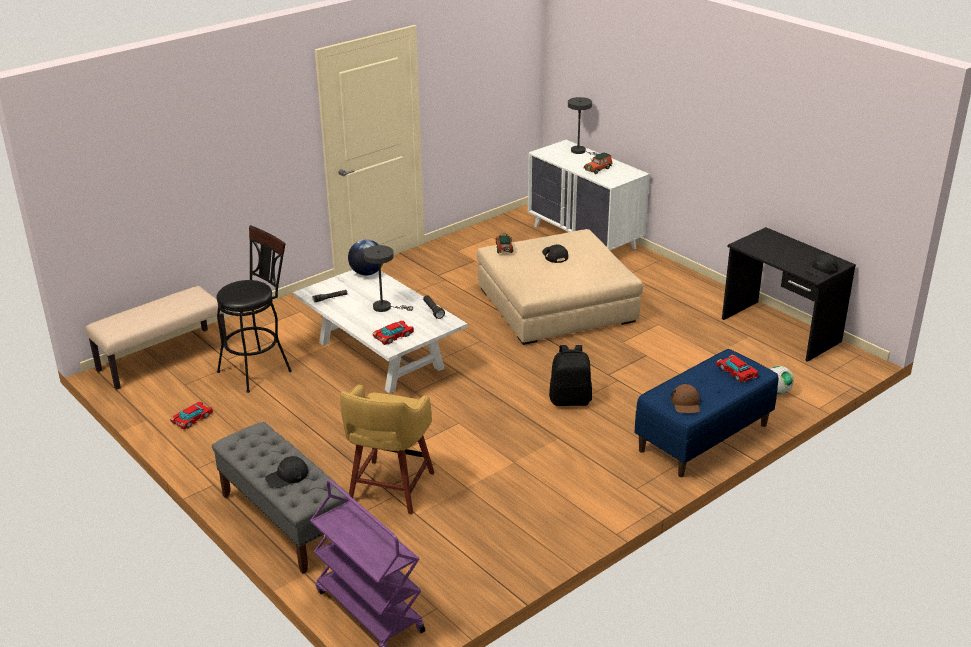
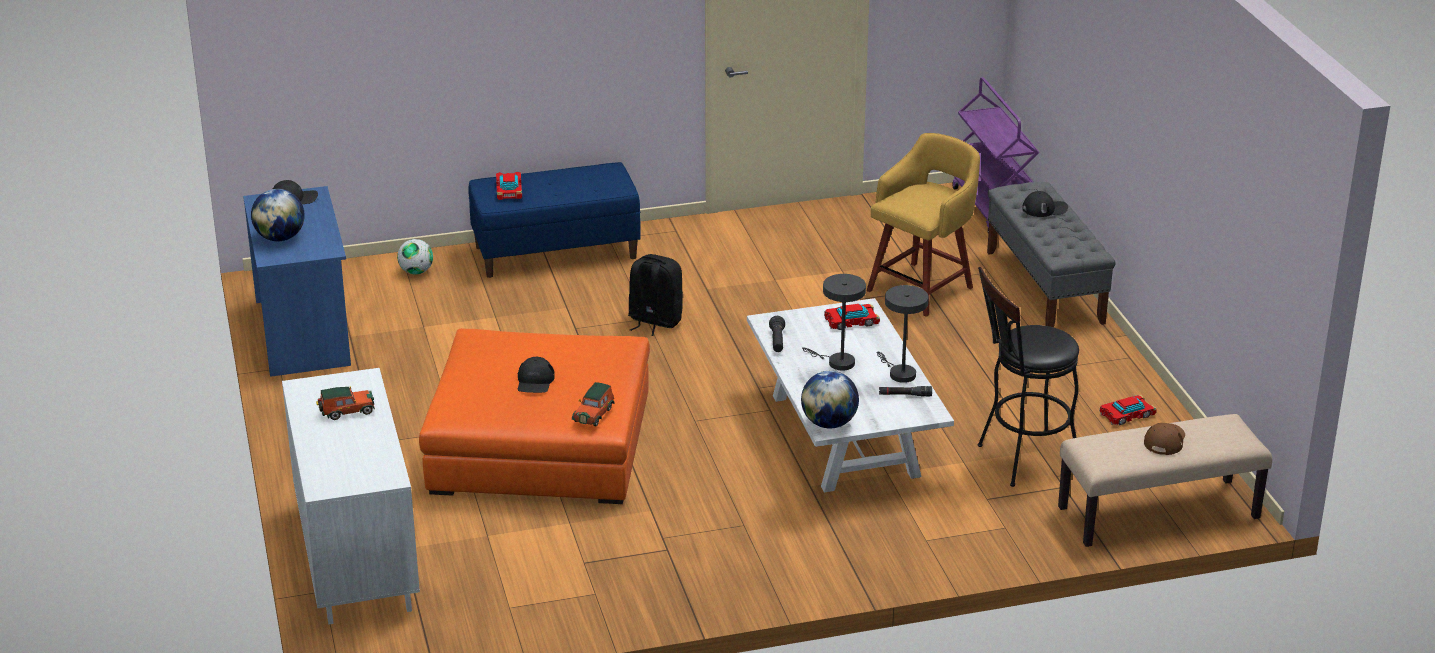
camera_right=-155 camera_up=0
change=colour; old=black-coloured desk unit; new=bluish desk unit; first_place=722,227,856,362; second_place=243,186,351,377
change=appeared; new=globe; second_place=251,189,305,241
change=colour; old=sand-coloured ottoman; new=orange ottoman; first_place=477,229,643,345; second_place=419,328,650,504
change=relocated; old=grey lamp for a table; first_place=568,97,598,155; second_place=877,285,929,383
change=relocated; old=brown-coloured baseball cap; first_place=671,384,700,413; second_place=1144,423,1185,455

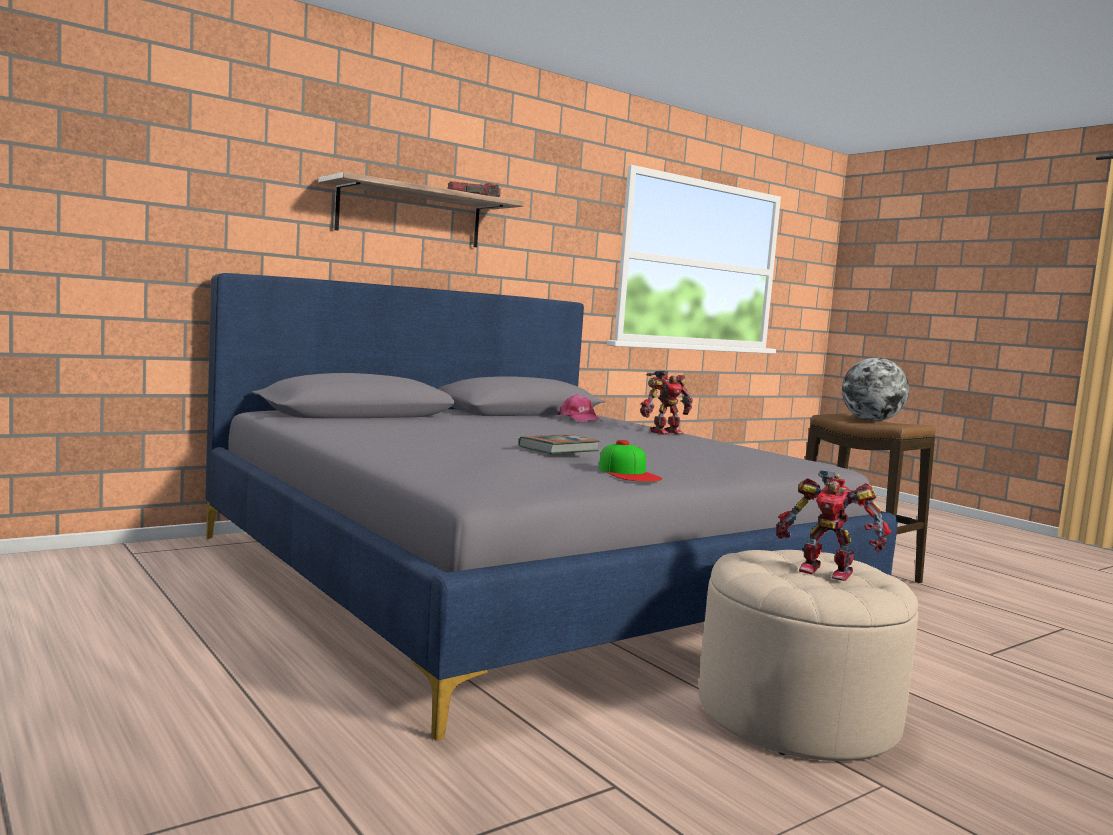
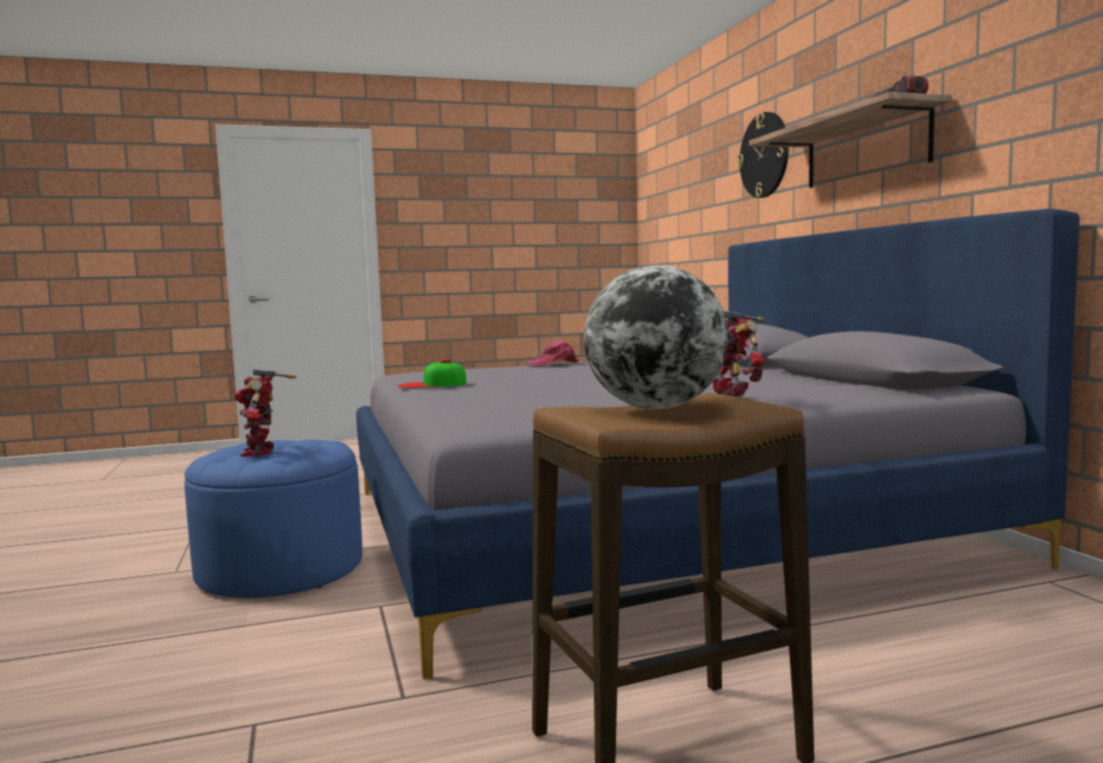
camera_right=110 camera_up=0
change=colour; old=sand-coloured ottoman; new=bluish ottoman; first_place=699,550,918,761; second_place=184,440,362,598
change=spun; old=model robot; first_place=777,470,891,581; second_place=235,369,296,456; degrees=-60
change=relocated; old=pink baseball cap; first_place=557,394,601,422; second_place=527,340,579,366
change=appeared; new=hanging clock; second_place=737,112,789,198
change=missing; old=bound book; first_place=518,434,600,454

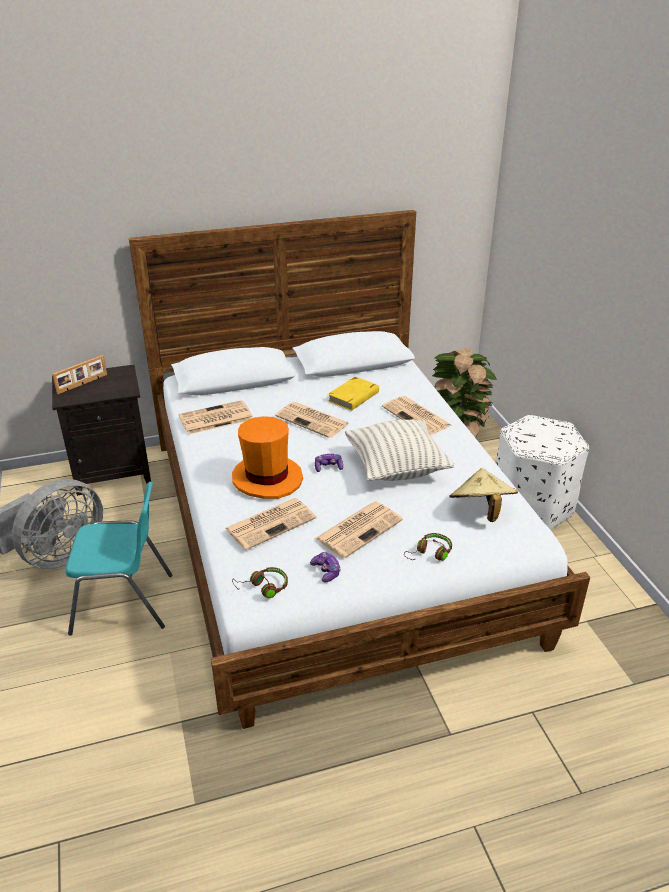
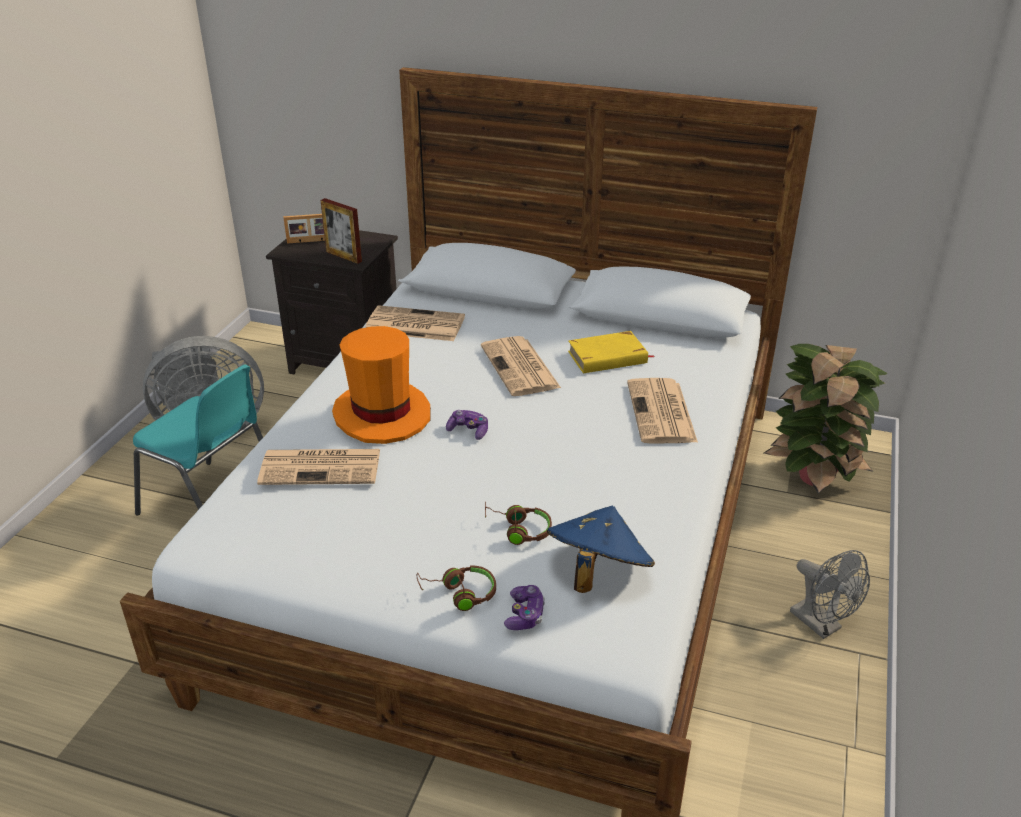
camera_right=35 camera_up=0
change=appeared; new=picture frame; second_place=320,198,362,264
change=relocated; old=brown-coloured headset; first_place=232,567,288,598; second_place=485,501,552,545
change=relocated; old=gamepad; first_place=310,552,341,582; second_place=504,585,545,630
change=colour; old=sand-coloured wearable hat; new=bluish wearable hat; first_place=449,468,518,522; second_place=547,506,655,593
change=exchanged; old=white-coloured ottoman; new=grey fan; first_place=495,415,589,530; second_place=790,550,870,639
change=missing; old=printed paper; first_place=315,502,403,558
change=missing; old=throw pillow; first_place=345,419,454,481

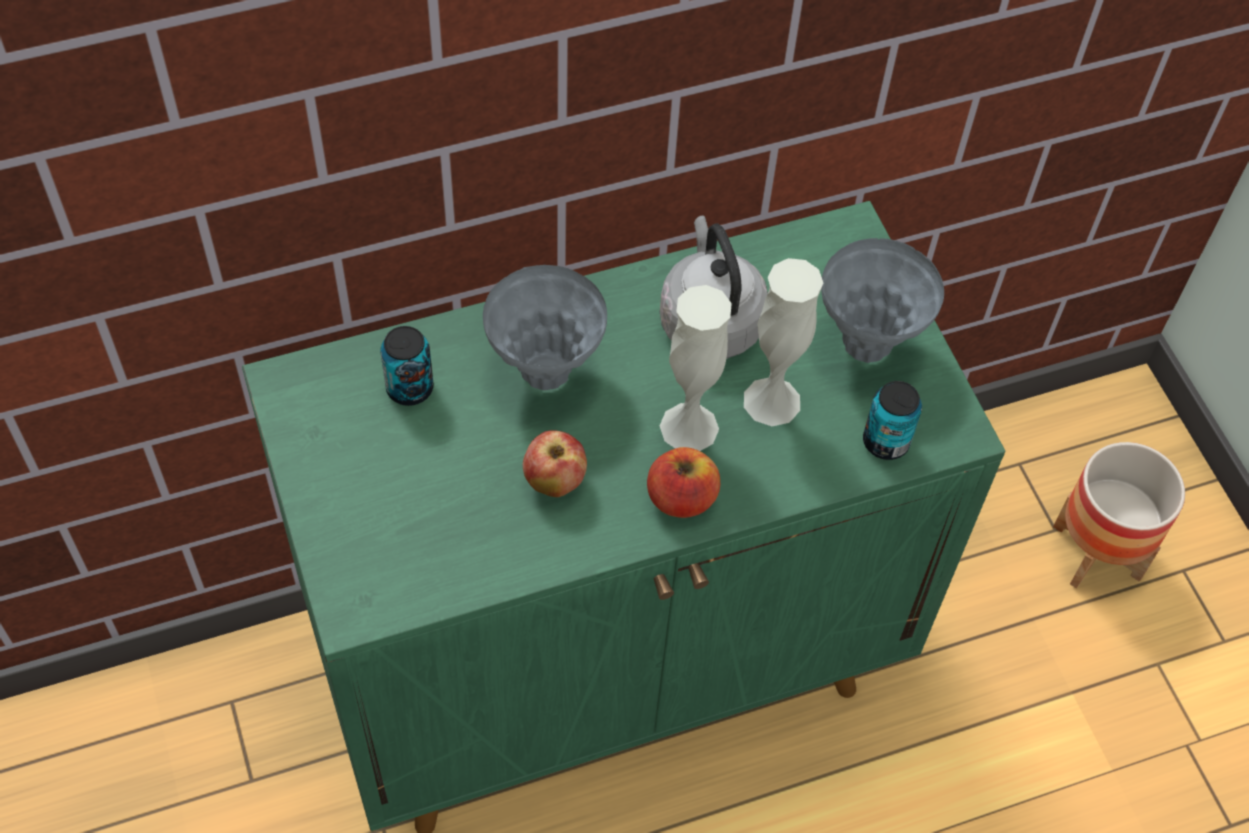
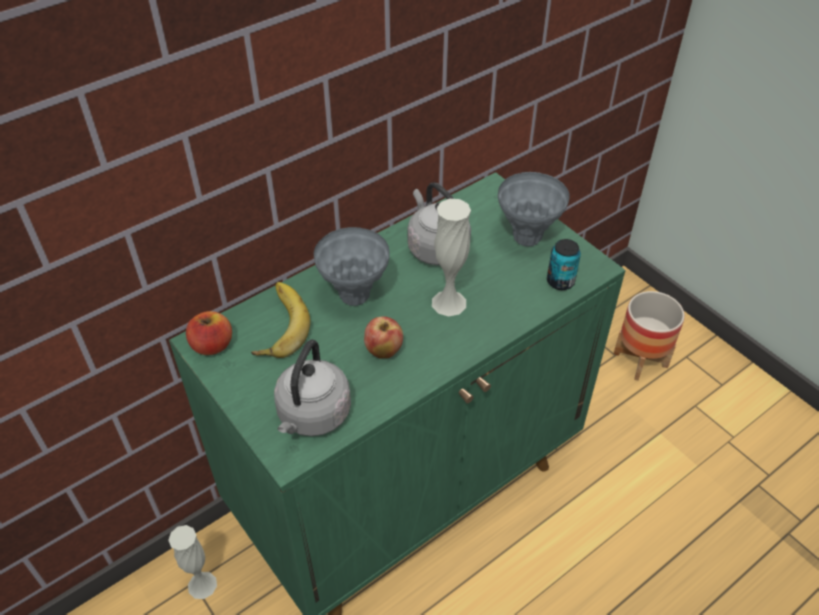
camera_right=-15 camera_up=-10
change=relocated; old=white-coloured flower vase; first_place=744,258,823,426; second_place=168,525,217,599
change=relocated; old=apple; first_place=647,447,720,518; second_place=186,311,232,355
change=exchanged; old=metal can; new=banana fruit; first_place=380,326,433,406; second_place=251,282,311,358
change=appeared; new=grey kettle; second_place=274,340,351,436

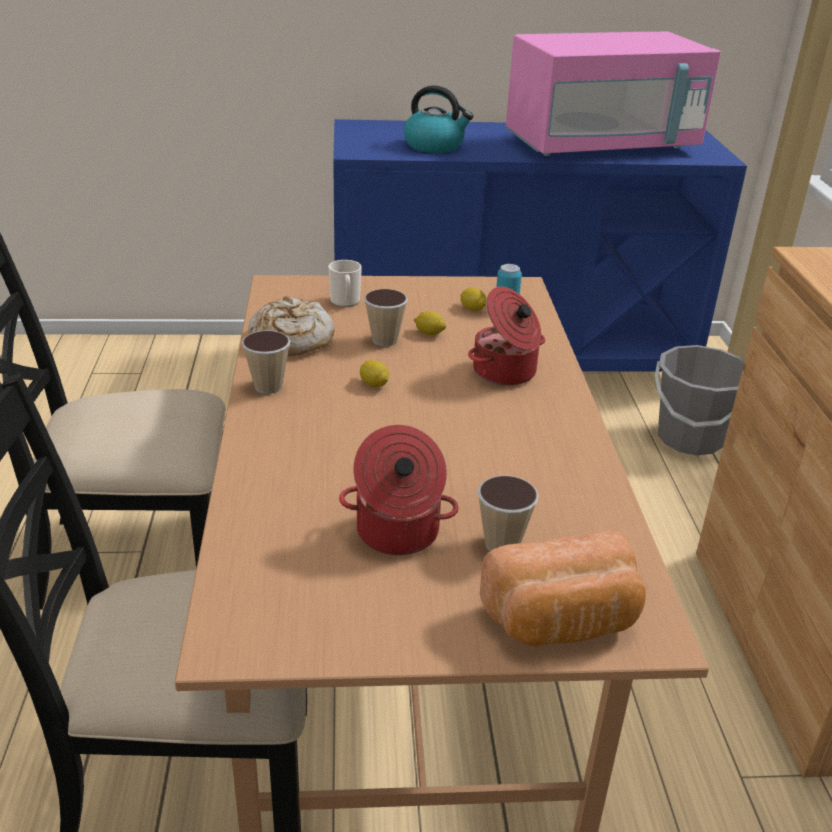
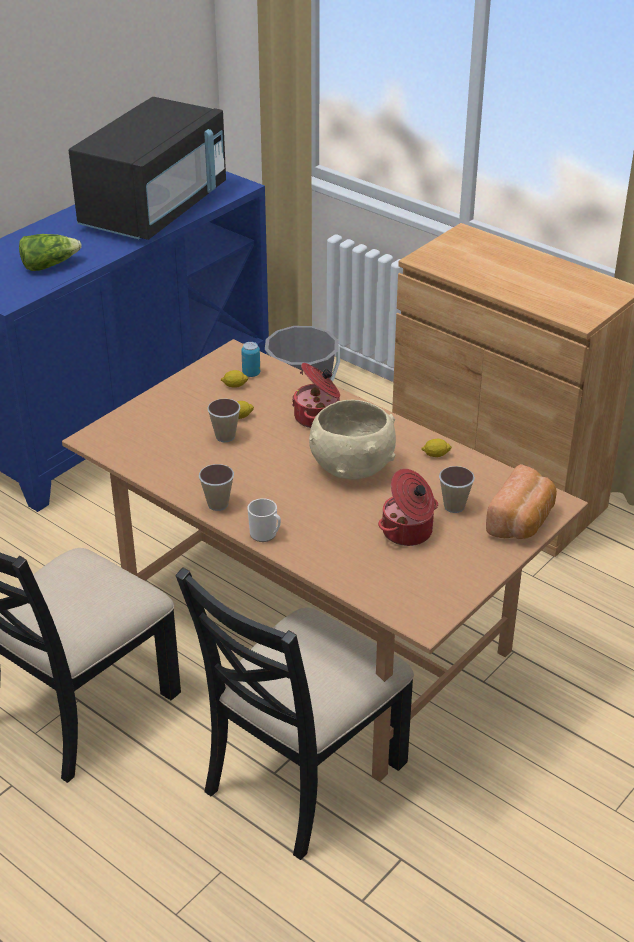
camera_right=-45 camera_up=5
change=exchanged; old=kettle; new=lettuce head; first_place=404,85,473,153; second_place=19,234,82,271
change=colour; old=pink kitchen microwave; new=black-coloured kitchen microwave; first_place=506,32,721,156; second_place=69,97,226,240
change=relocated; old=mug; first_place=329,260,362,307; second_place=247,498,281,542
change=appeared; new=sand-coloured bowl; second_place=309,400,396,479
change=relocated; old=lemon; first_place=360,360,389,387; second_place=421,438,452,457
change=missing; old=bread; first_place=248,296,335,356

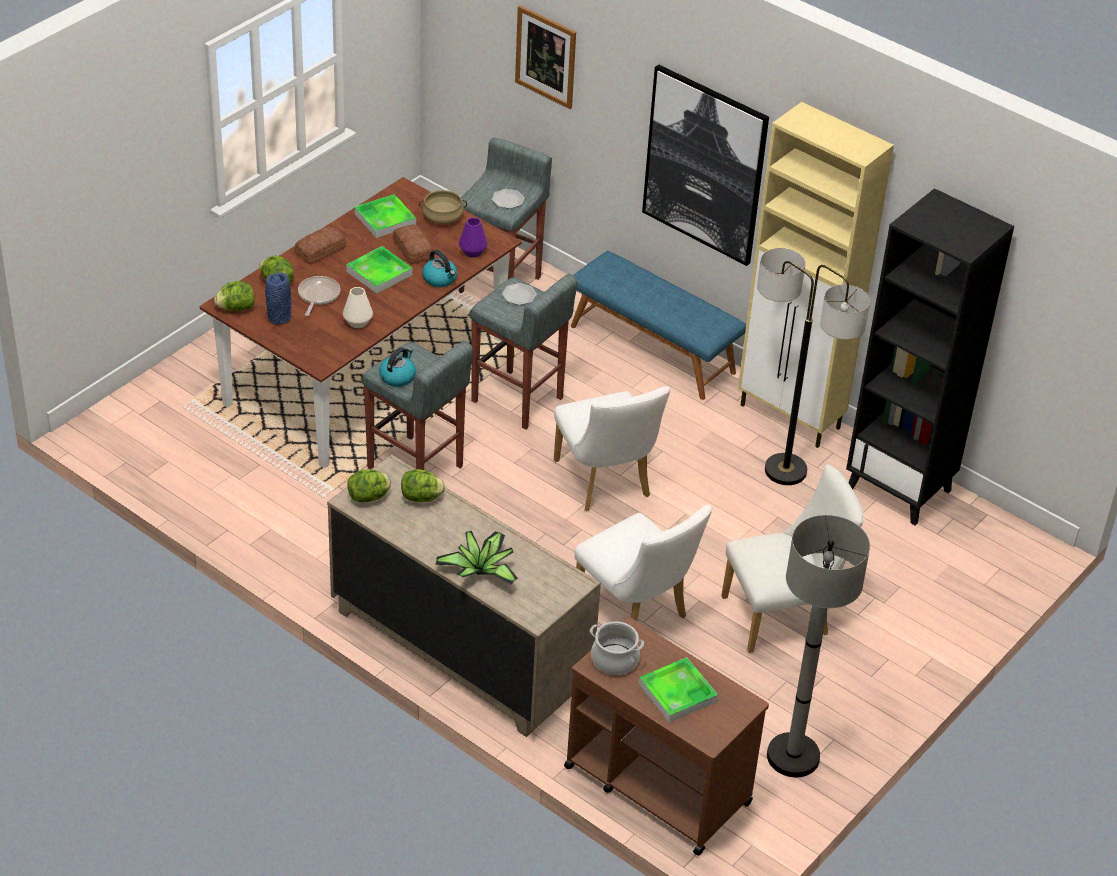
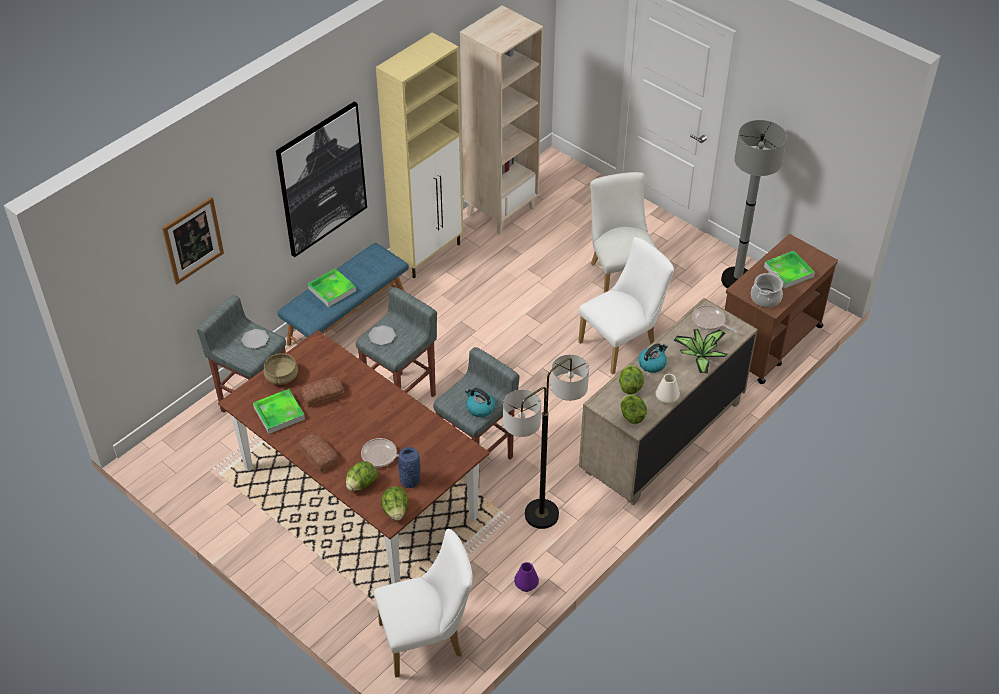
camera_right=-85 camera_up=5
change=relocated; old=carrying tray; first_place=346,246,413,294; second_place=308,268,356,307
change=relocated; old=white-coloured upright chair; first_place=554,386,670,511; second_place=374,529,473,678
change=colour; old=black-coloured bookcase; new=sand-coloured bookcase; first_place=846,188,1014,525; second_place=460,6,543,235
change=relocated; old=standard lamp; first_place=757,248,870,485; second_place=503,355,589,529
change=relocated; old=purple-coloured flower vase; first_place=459,217,488,258; second_place=514,562,539,592
change=relocated; old=kettle; first_place=422,250,457,287; second_place=638,343,668,373
change=relocated; old=white-coloured flower vase; first_place=343,287,373,328; second_place=655,374,680,405
change=appeared; new=skillet; second_place=692,305,738,333

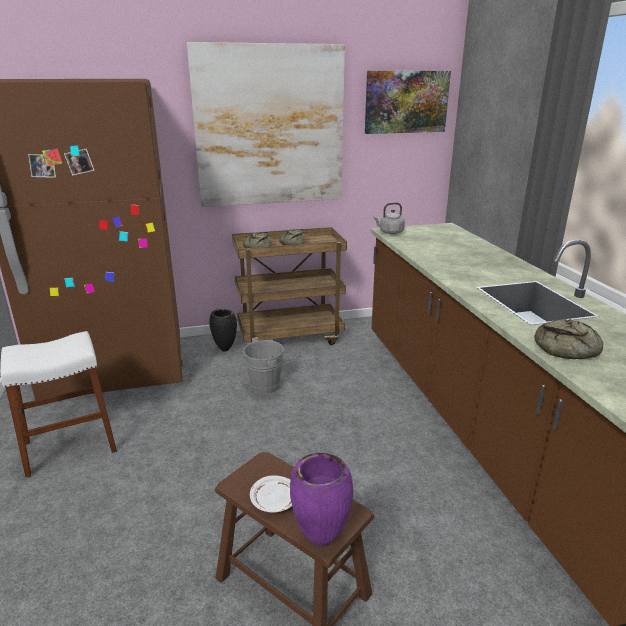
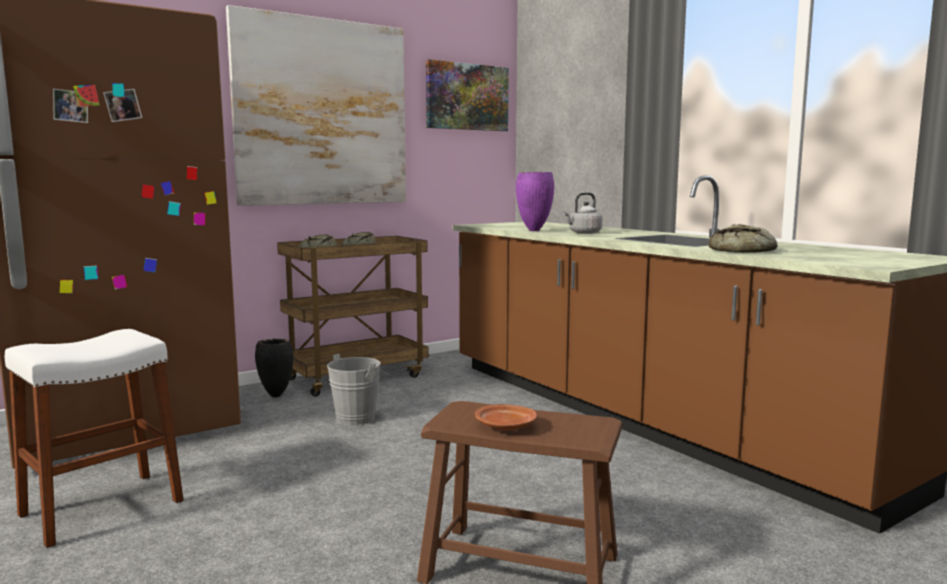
camera_right=-20 camera_up=-15
change=colour; old=white-coloured flat dish; new=brown-coloured flat dish; first_place=250,475,292,513; second_place=475,404,537,431
change=relocated; old=purple-coloured flower vase; first_place=290,453,353,546; second_place=516,172,554,231
change=relocated; old=grey kettle; first_place=373,202,405,234; second_place=563,192,602,234

